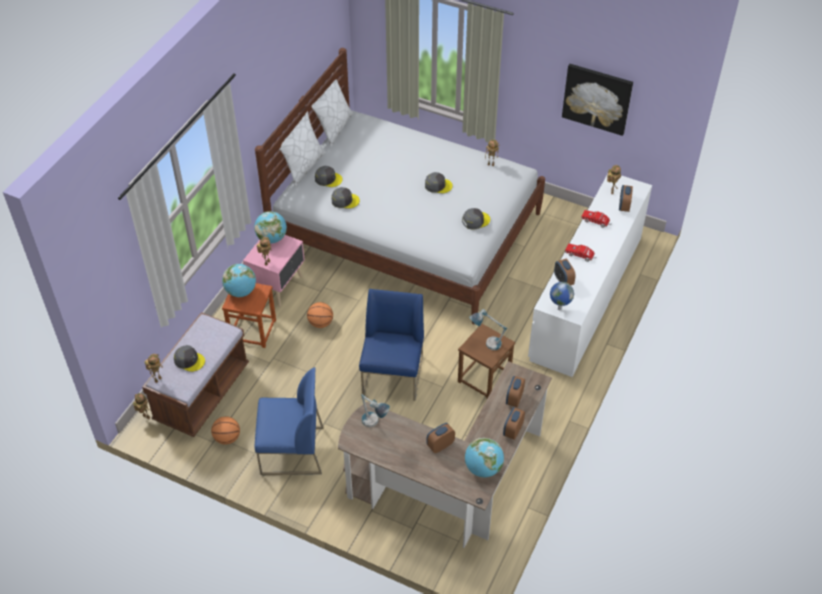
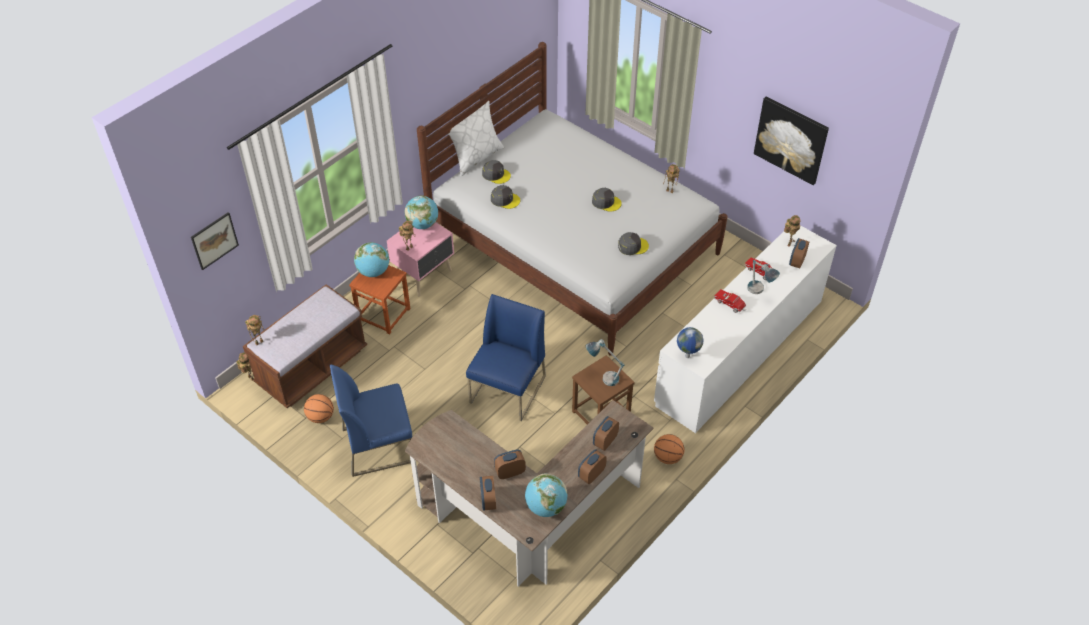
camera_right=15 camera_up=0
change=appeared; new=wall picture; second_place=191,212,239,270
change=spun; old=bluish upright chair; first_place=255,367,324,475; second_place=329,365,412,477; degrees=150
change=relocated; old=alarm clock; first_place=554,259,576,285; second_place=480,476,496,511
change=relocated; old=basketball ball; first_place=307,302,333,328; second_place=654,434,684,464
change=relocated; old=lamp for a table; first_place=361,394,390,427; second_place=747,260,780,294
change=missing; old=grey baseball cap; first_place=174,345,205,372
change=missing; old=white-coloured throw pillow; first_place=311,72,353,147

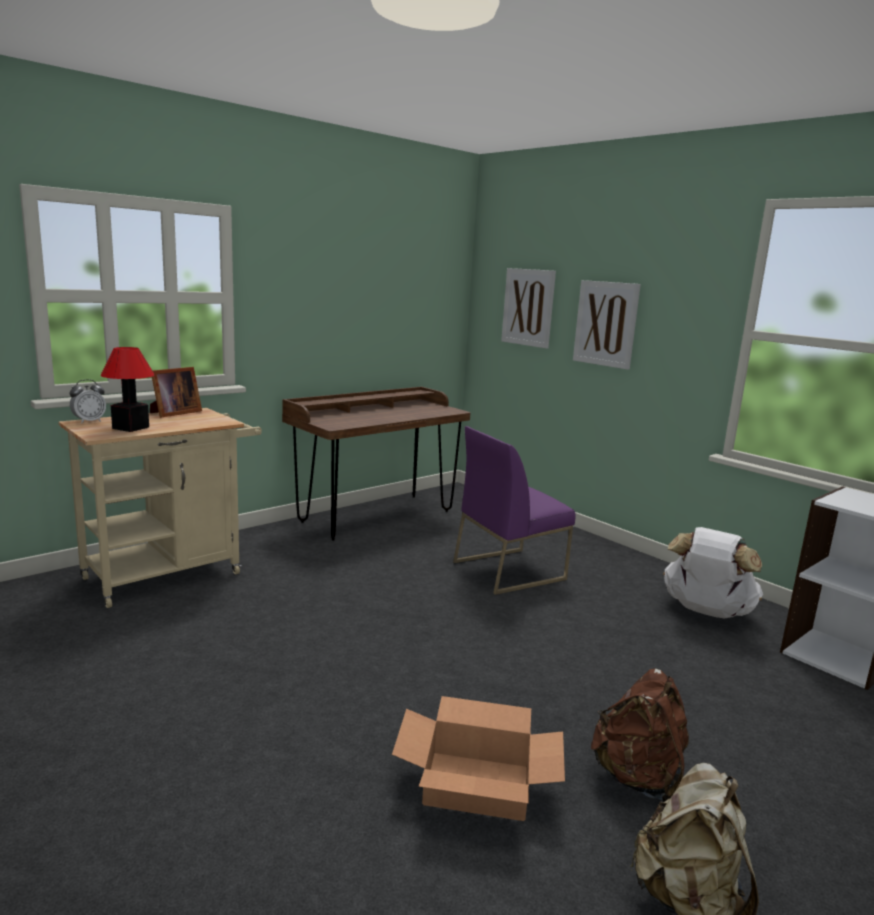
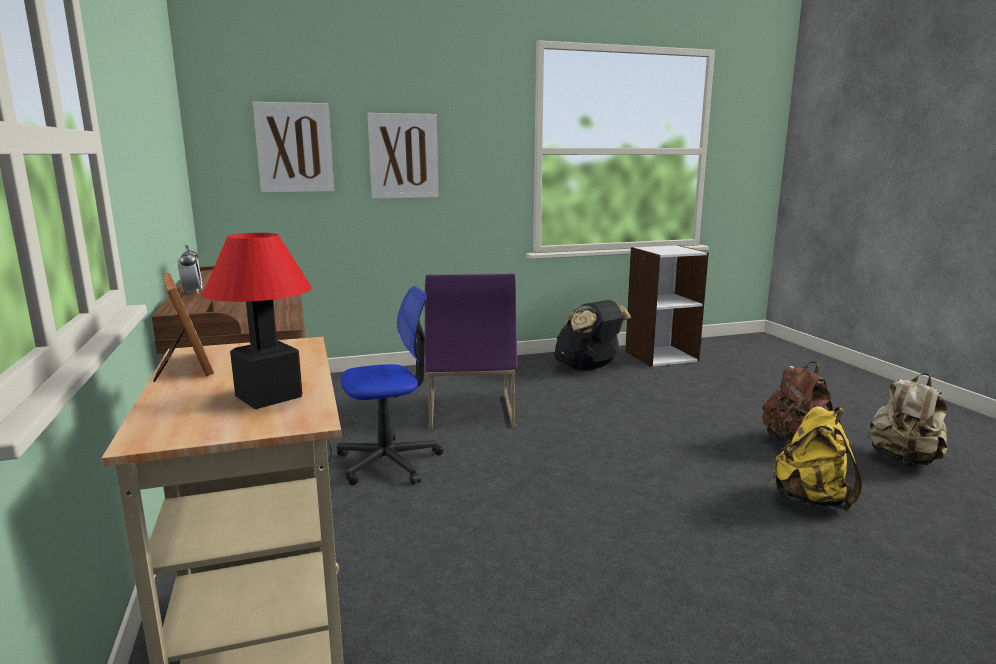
camera_right=-65 camera_up=0
change=relocated; old=alarm clock; first_place=70,379,106,424; second_place=178,245,202,294
change=appeared; new=computer chair; second_place=336,286,443,485
change=colour; old=white-coloured backpack; new=black-coloured backpack; first_place=663,527,763,618; second_place=554,300,631,371
change=exchanged; old=cardboard box; new=yellow-coloured backpack; first_place=392,696,565,821; second_place=771,406,862,511

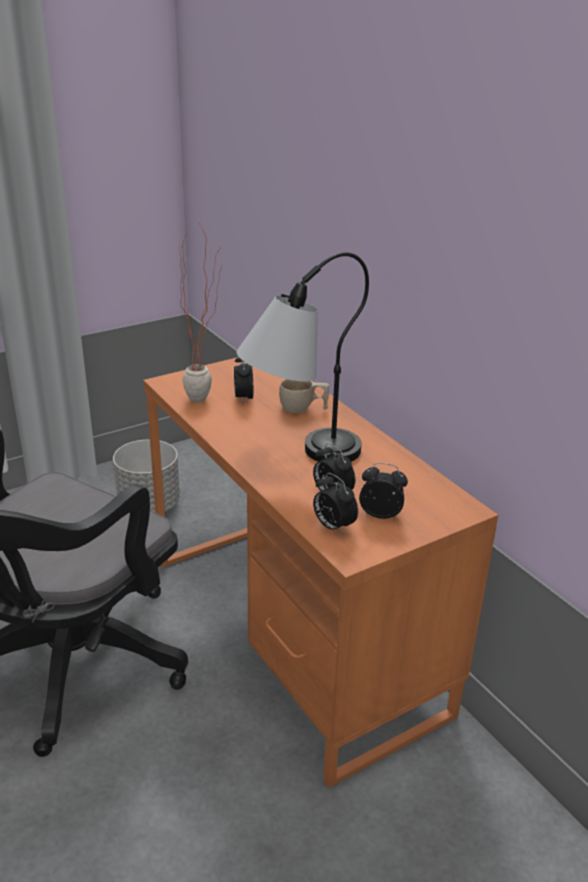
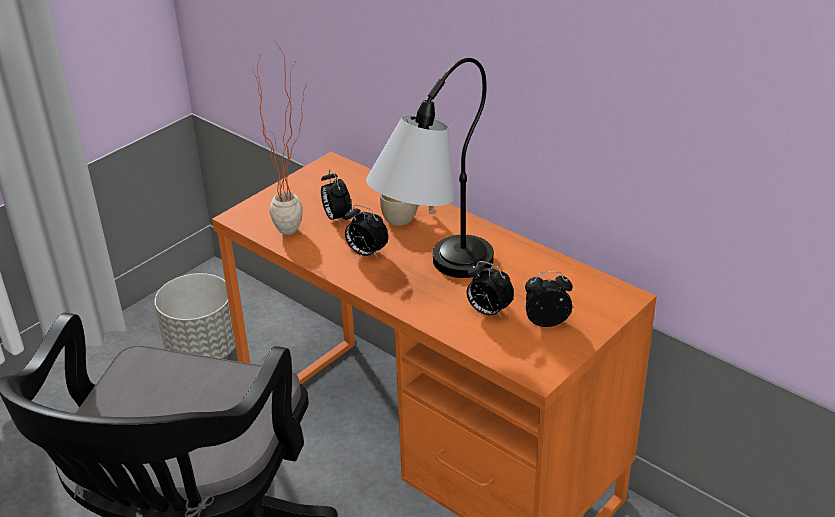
camera_right=-15 camera_up=5
change=relocated; old=alarm clock; first_place=313,473,358,534; second_place=344,205,388,258

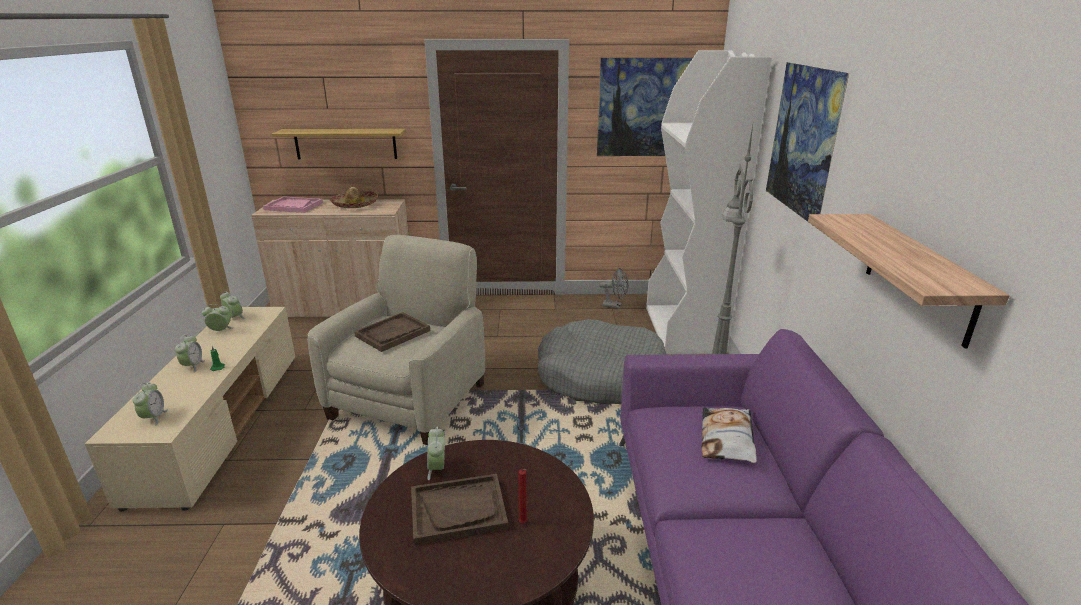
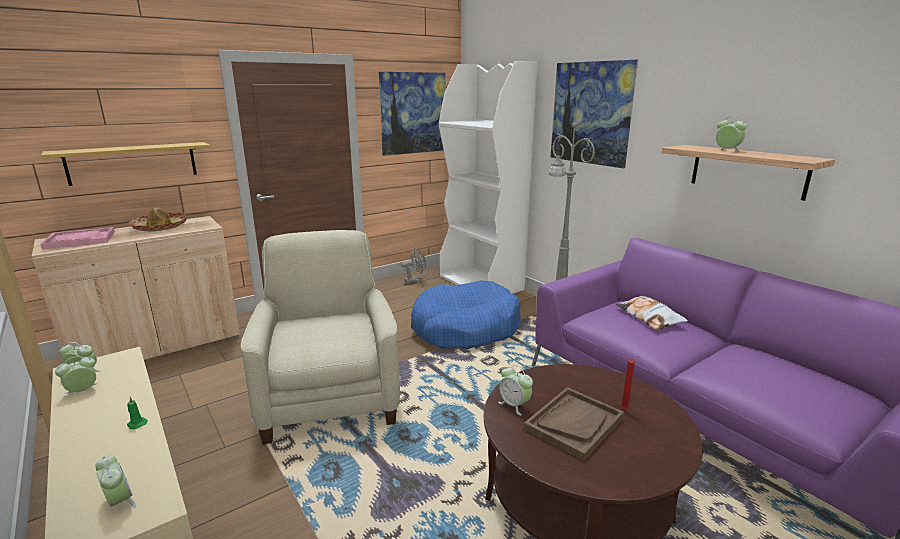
camera_right=-35 camera_up=-5
change=colour; old=grey pet bed; new=bluish pet bed; first_place=538,319,667,404; second_place=411,281,521,349
change=relocated; old=alarm clock; first_place=175,335,205,372; second_place=716,116,747,152
change=missing; old=brown-coloured carrying tray; first_place=354,312,430,352

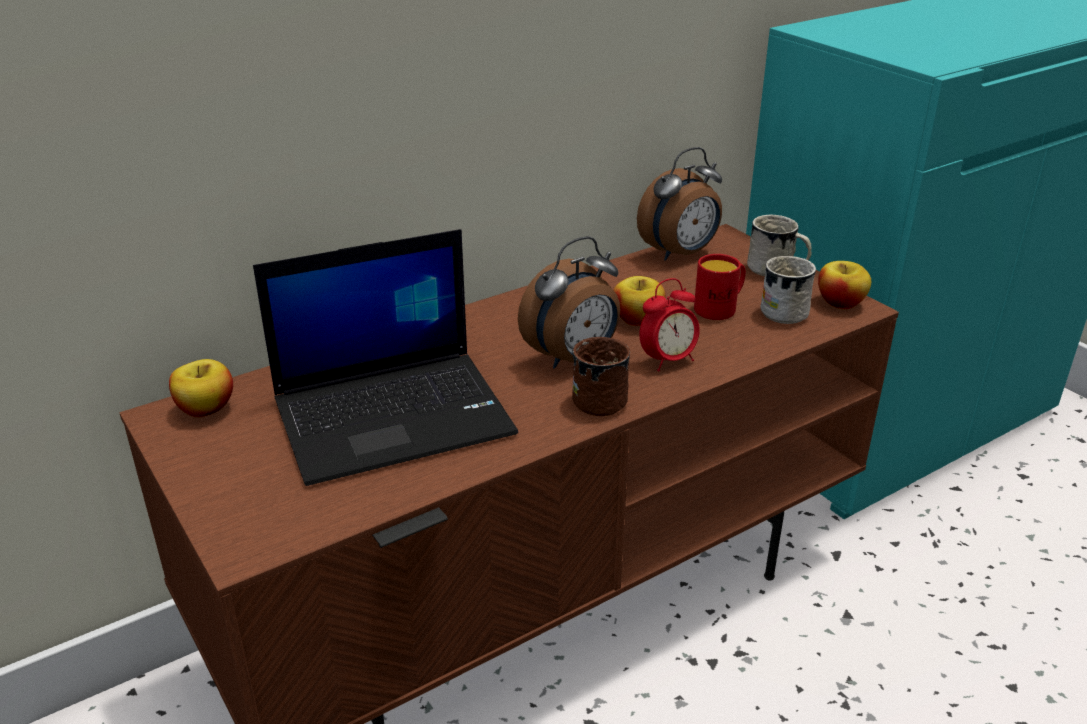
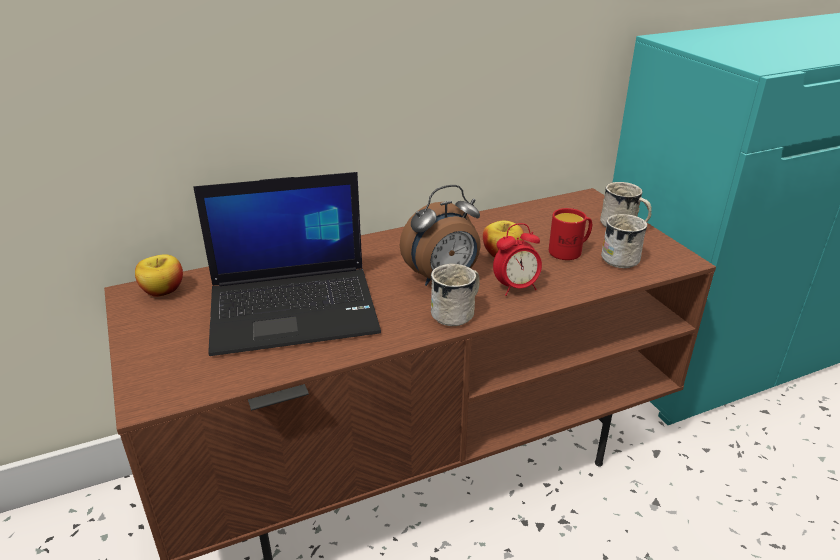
camera_right=10 camera_up=0
change=colour; old=brown-coloured mug; new=white-coloured mug; first_place=572,337,630,416; second_place=431,264,480,326
change=missing; old=alarm clock; first_place=637,147,722,261
change=missing; old=apple; first_place=818,261,871,309

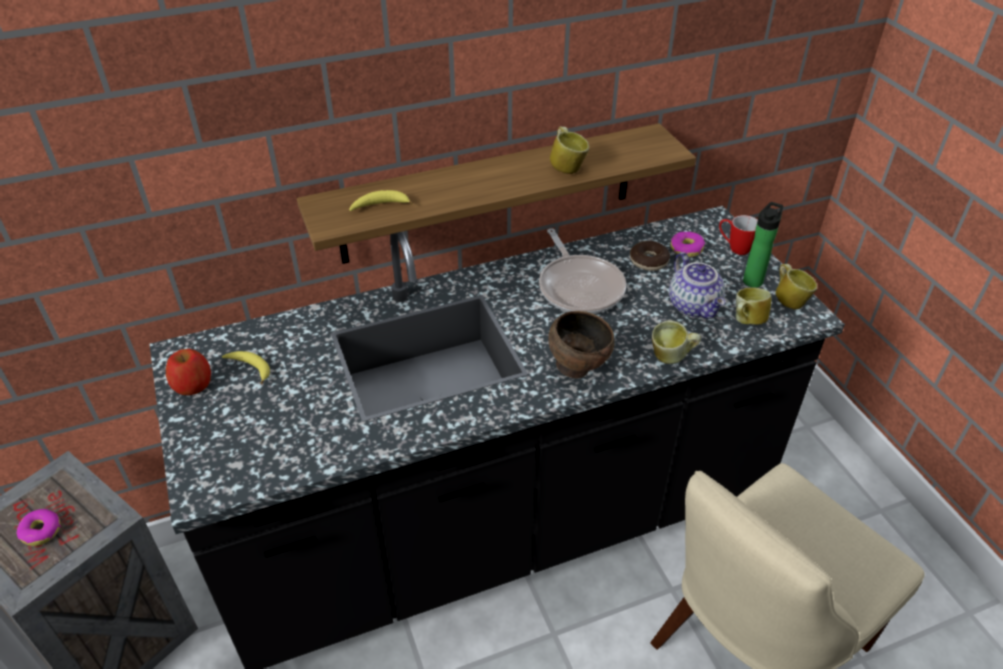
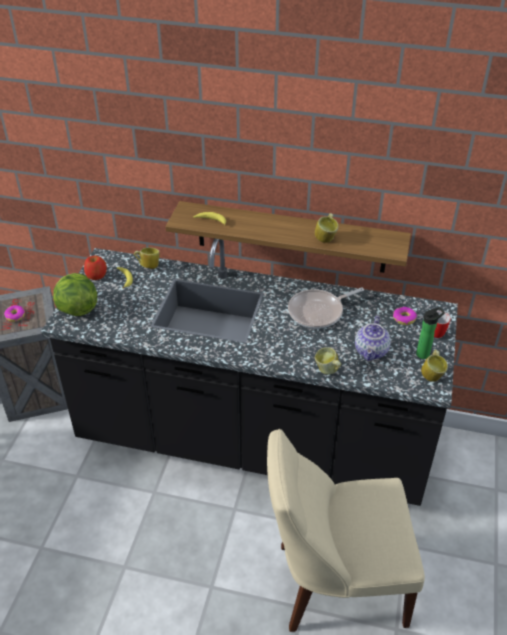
camera_right=35 camera_up=0
change=appeared; new=lettuce head; second_place=53,273,97,316
change=relocated; old=mug; first_place=736,287,772,325; second_place=134,247,160,269
change=spun; old=skillet; first_place=539,228,626,314; second_place=288,287,364,329; degrees=45
change=missing; old=brown-coloured bowl; first_place=548,311,614,379
change=missing; old=doughnut; first_place=630,241,670,271

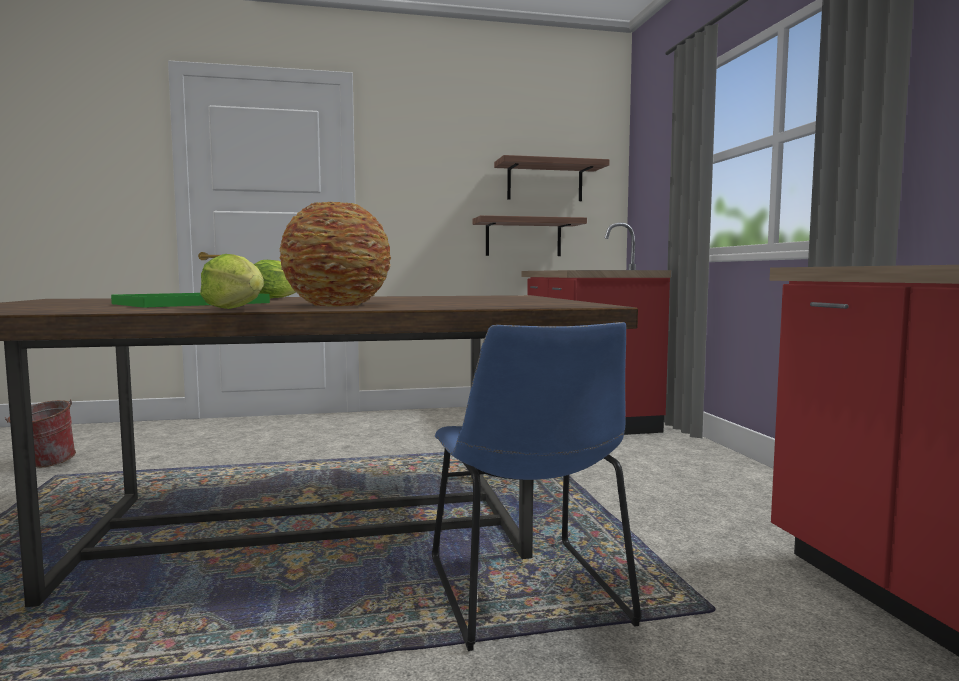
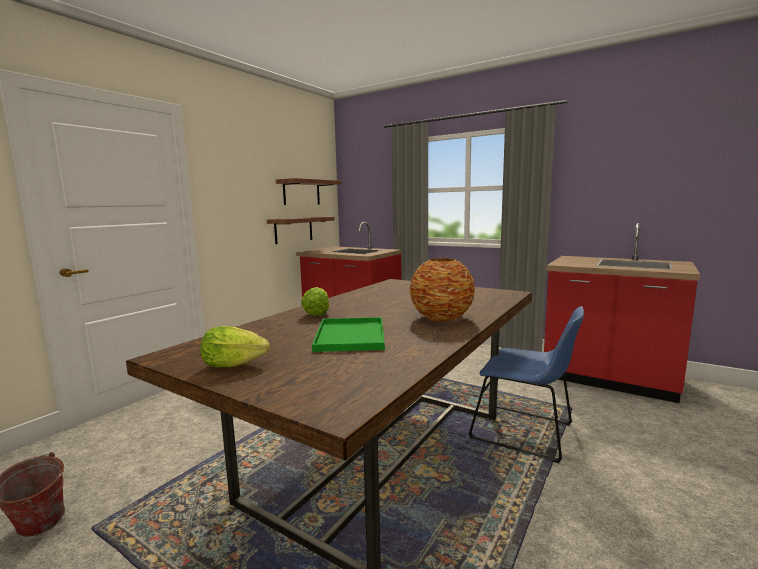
camera_right=-45 camera_up=5
change=relocated; old=lettuce head; first_place=200,254,264,309; second_place=201,326,270,367

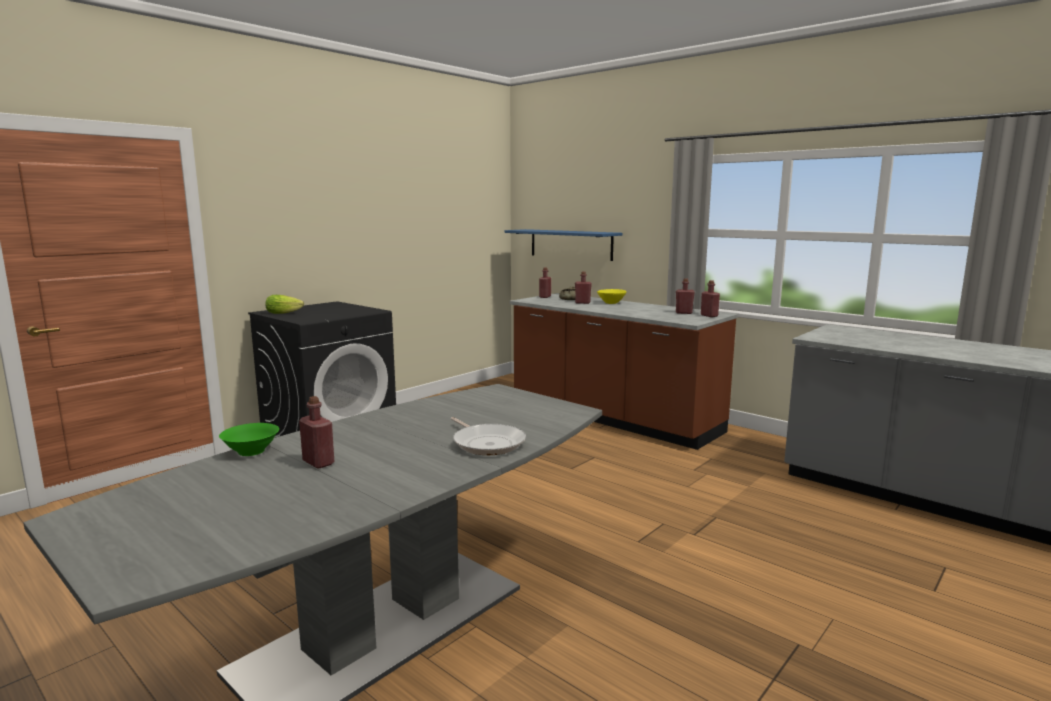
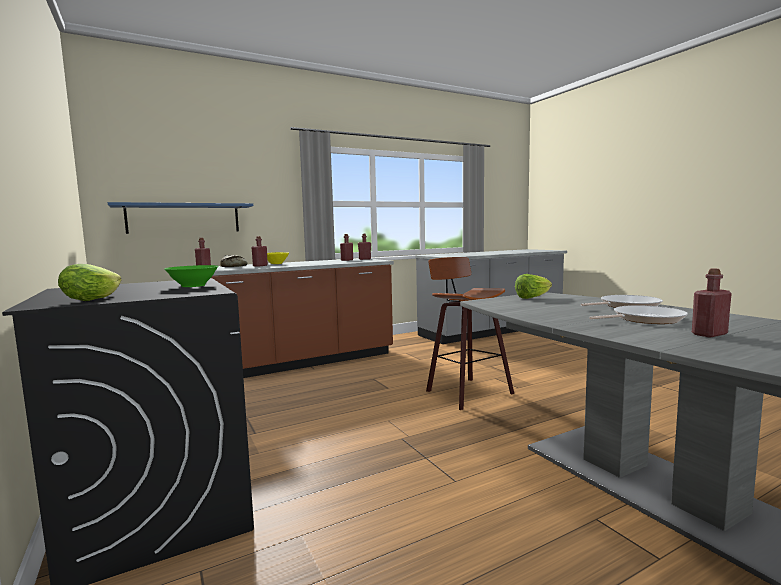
camera_right=-70 camera_up=-5
change=relocated; old=greenish bowl; first_place=219,423,279,456; second_place=165,265,218,287
change=appeared; new=sitting stool; second_place=426,257,514,410
change=appeared; new=lettuce head; second_place=515,274,552,299
change=appeared; new=skillet; second_place=589,305,688,324

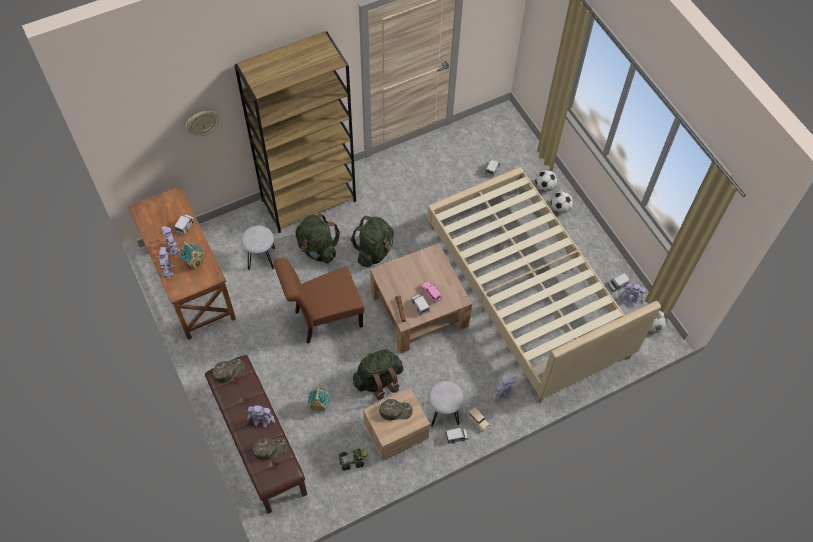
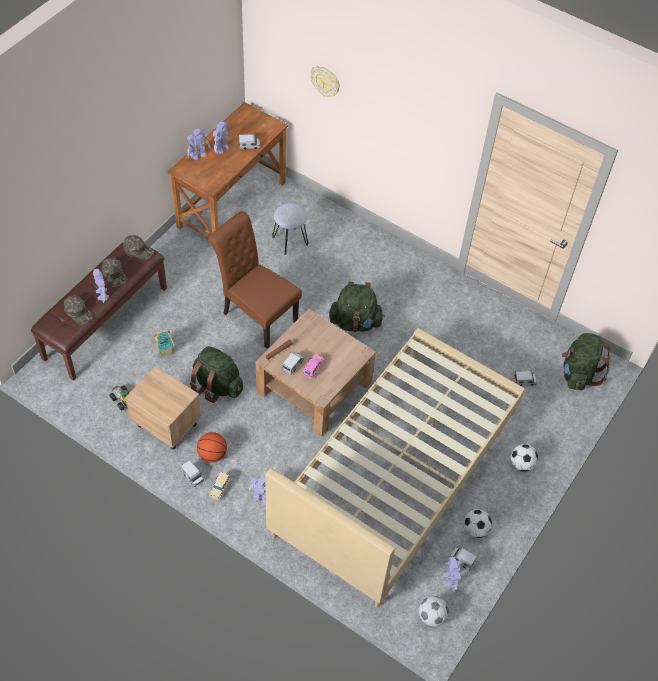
camera_right=60 camera_up=-5
change=relocated; old=greenish baseball cap; first_place=379,399,413,420; second_place=102,257,127,287
change=exchanged; old=grey sitting stool; new=basketball ball; first_place=428,381,464,427; second_place=197,432,227,462
change=relocated; old=football; first_place=535,170,557,192; second_place=463,509,492,538
change=relocated; old=greenish backpack; first_place=295,213,340,264; second_place=562,333,610,390
change=missing; old=miniature house; first_place=179,241,204,270
change=missing; old=brown-coloured bookcase; first_place=234,31,356,233

